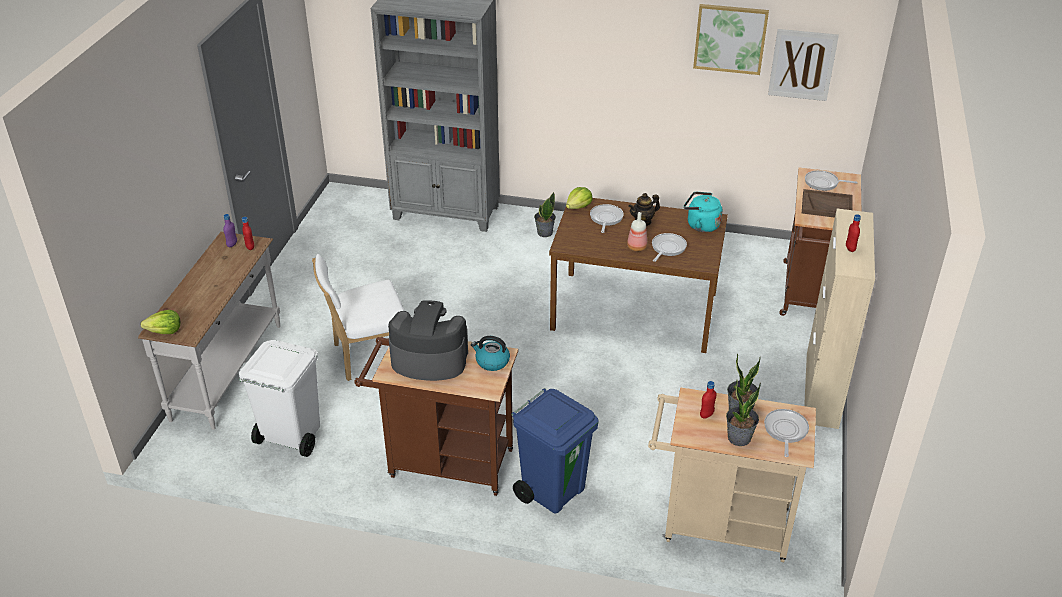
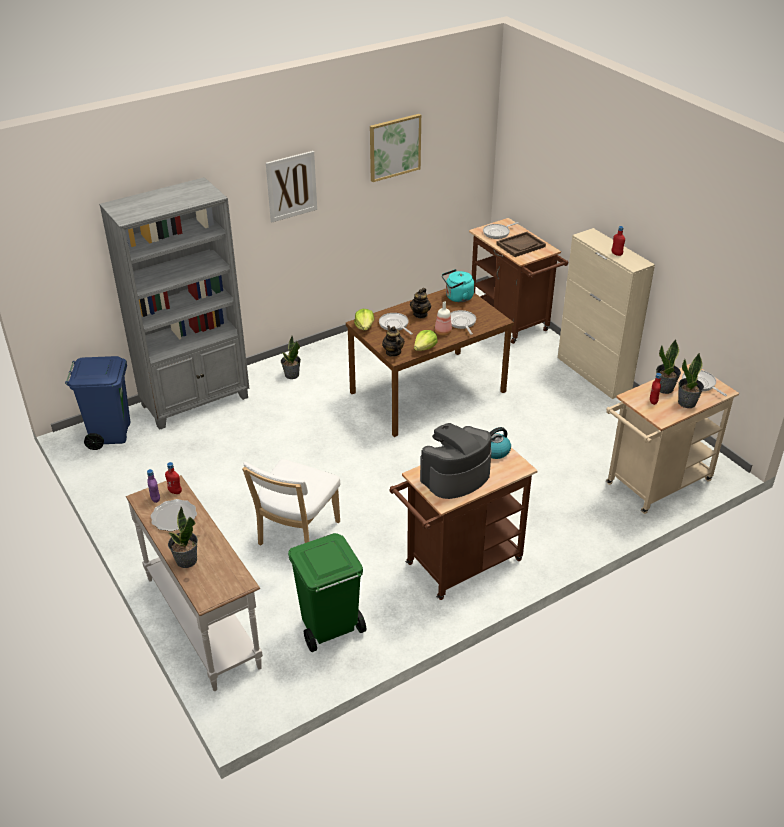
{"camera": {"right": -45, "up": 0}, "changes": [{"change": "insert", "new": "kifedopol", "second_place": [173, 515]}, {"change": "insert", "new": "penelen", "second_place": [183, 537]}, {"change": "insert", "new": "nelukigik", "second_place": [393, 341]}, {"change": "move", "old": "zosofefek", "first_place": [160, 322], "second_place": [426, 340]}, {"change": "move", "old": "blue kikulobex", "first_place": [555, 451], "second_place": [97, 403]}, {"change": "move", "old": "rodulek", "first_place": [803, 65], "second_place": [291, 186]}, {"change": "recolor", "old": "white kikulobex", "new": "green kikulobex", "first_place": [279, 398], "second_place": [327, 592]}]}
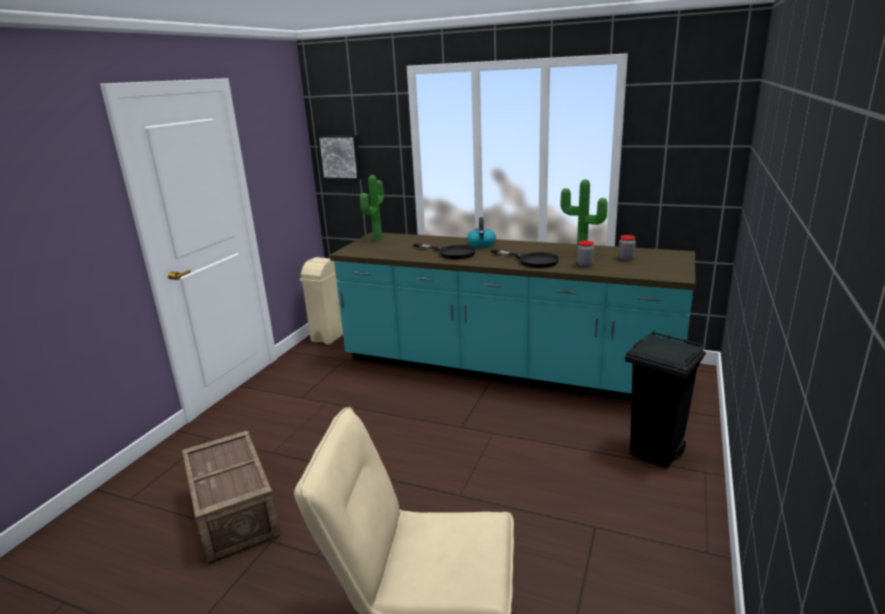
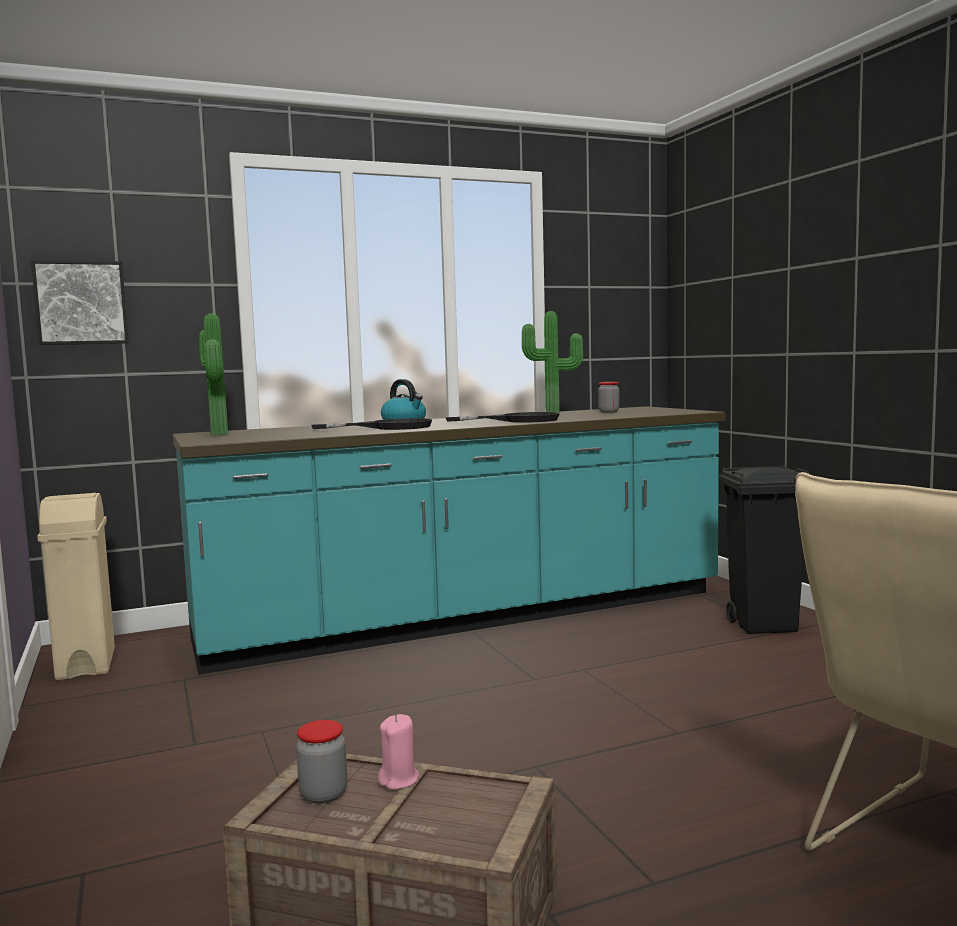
{"camera": {"right": -45, "up": -15}, "changes": [{"change": "insert", "new": "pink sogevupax", "second_place": [398, 751]}, {"change": "move", "old": "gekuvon", "first_place": [585, 254], "second_place": [321, 762]}]}
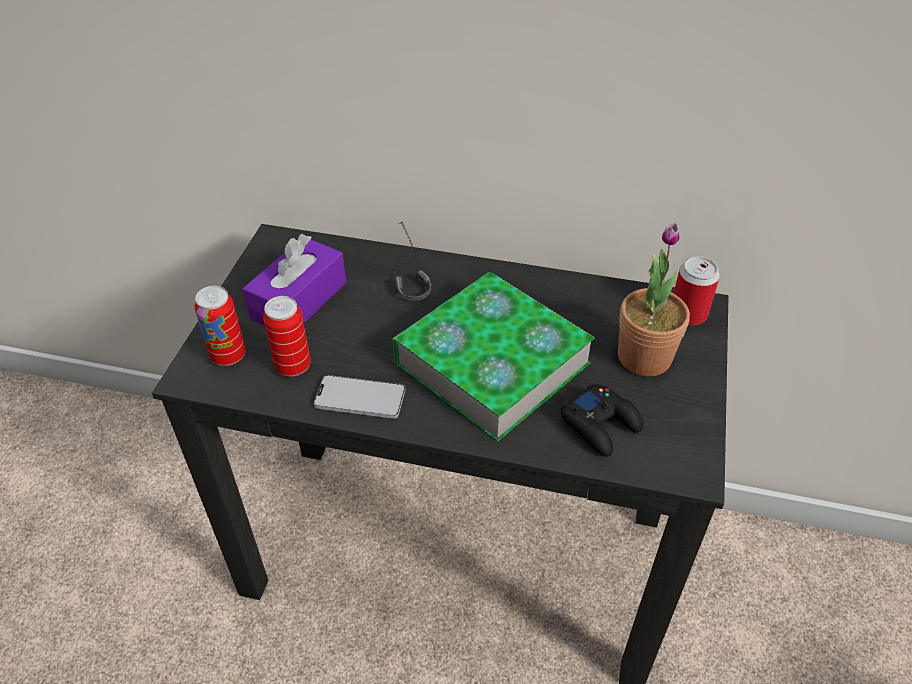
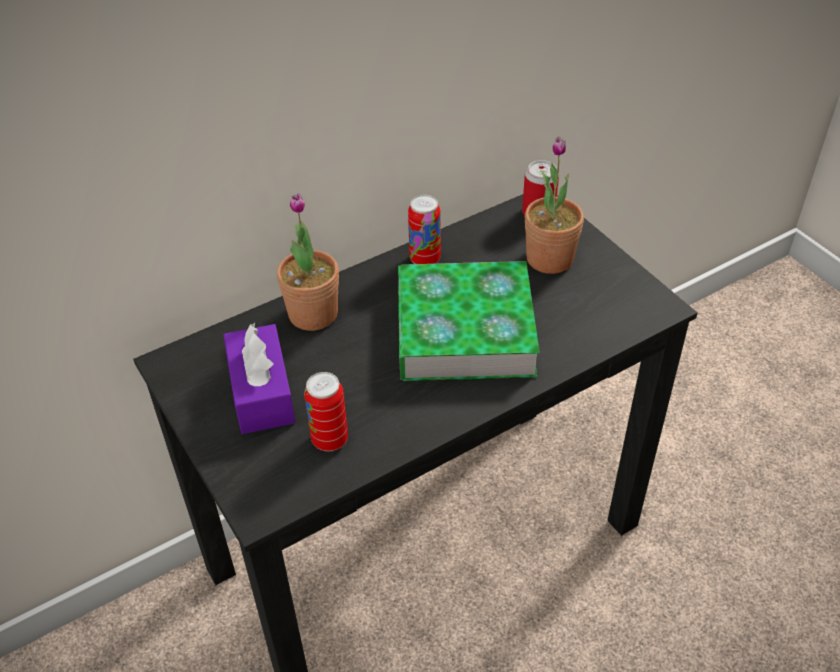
{"camera": {"right": -45, "up": 0}, "changes": [{"change": "delete", "old": "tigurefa", "first_place": [359, 397]}, {"change": "delete", "old": "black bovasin", "first_place": [602, 420]}, {"change": "move", "old": "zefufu", "first_place": [220, 326], "second_place": [424, 229]}, {"change": "replace", "old": "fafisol", "new": "penelen", "first_place": [412, 261], "second_place": [308, 262]}]}
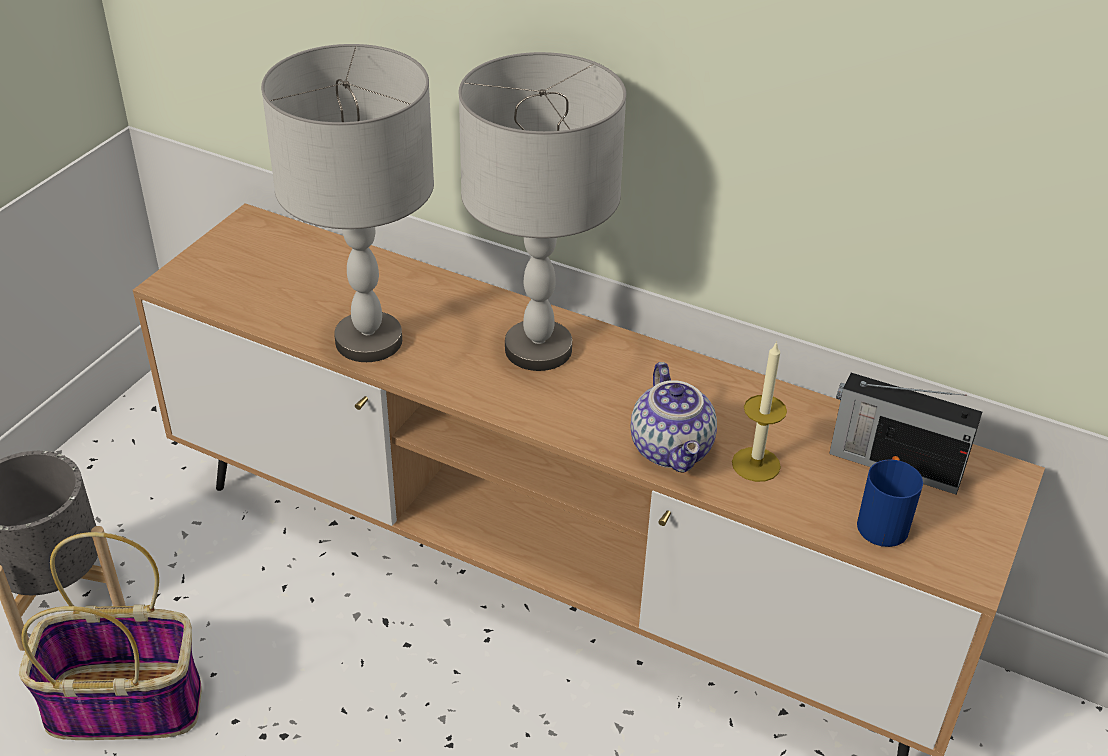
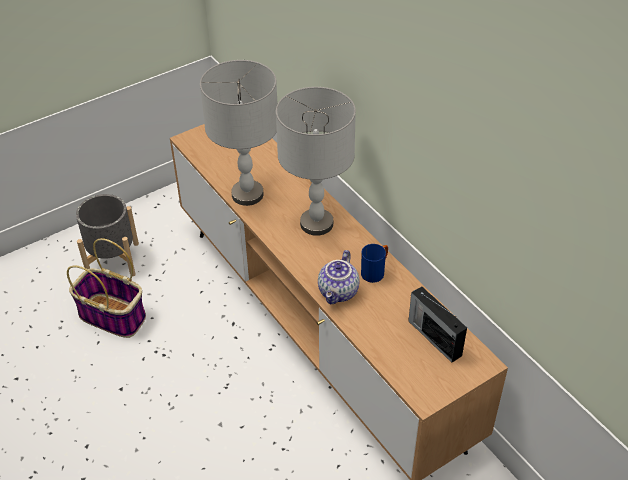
{"camera": {"right": 30, "up": 5}, "changes": [{"change": "delete", "old": "sogevupax", "first_place": [759, 411]}, {"change": "move", "old": "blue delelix", "first_place": [890, 501], "second_place": [374, 263]}]}
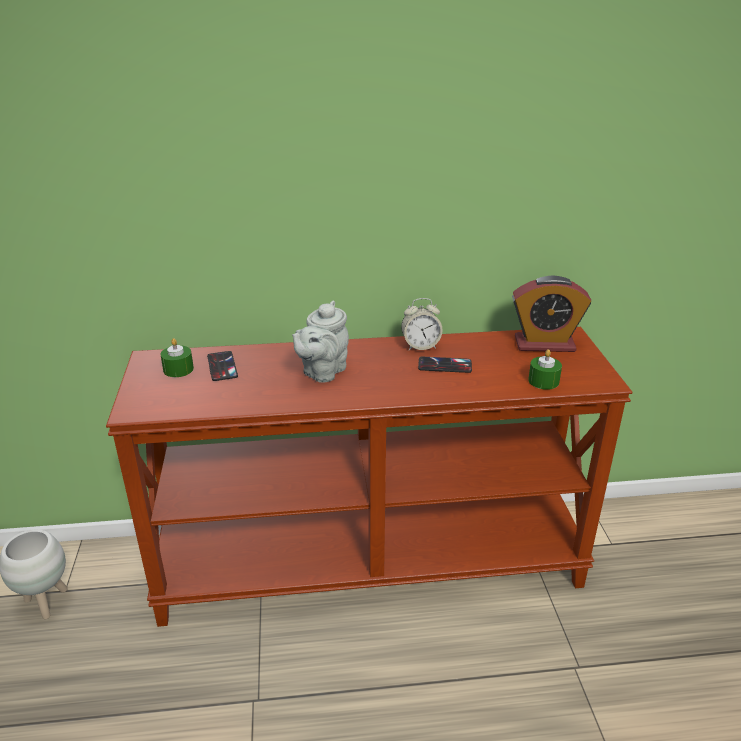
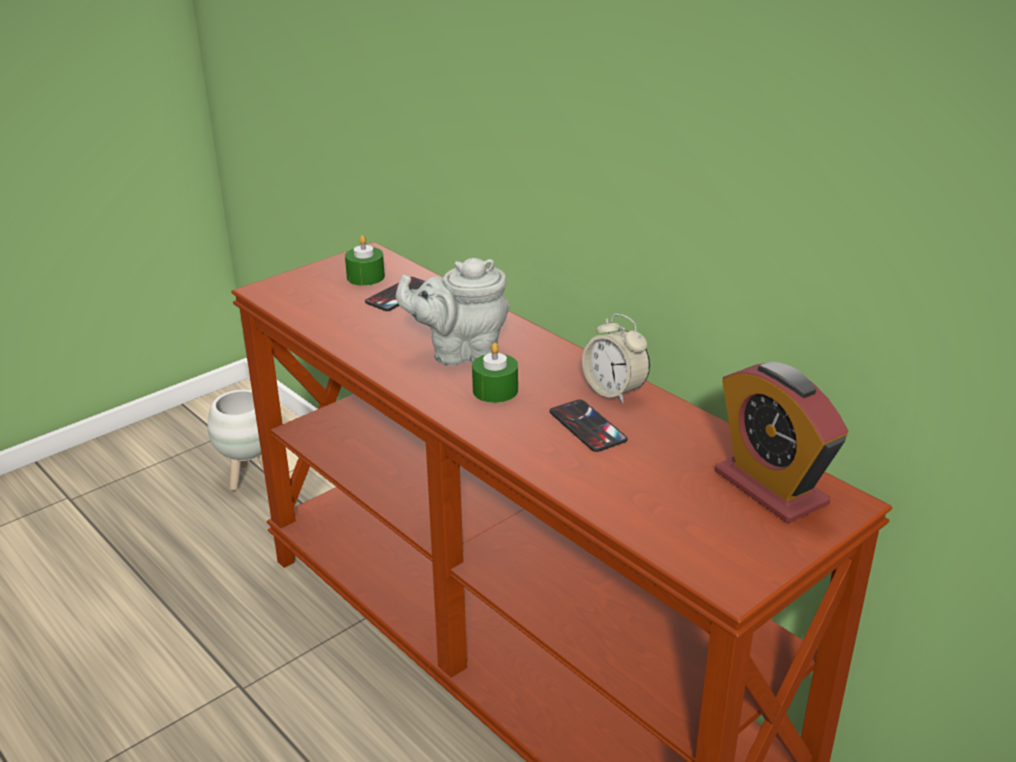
{"camera": {"right": 55, "up": 0}, "changes": [{"change": "move", "old": "green sogevupax", "first_place": [545, 369], "second_place": [495, 373]}]}
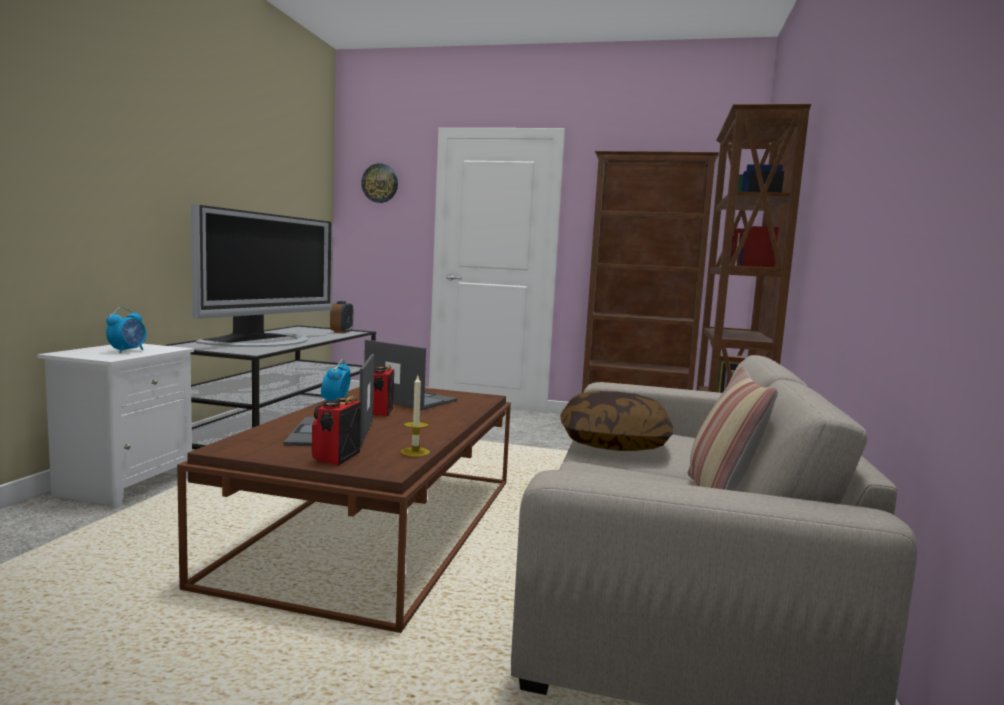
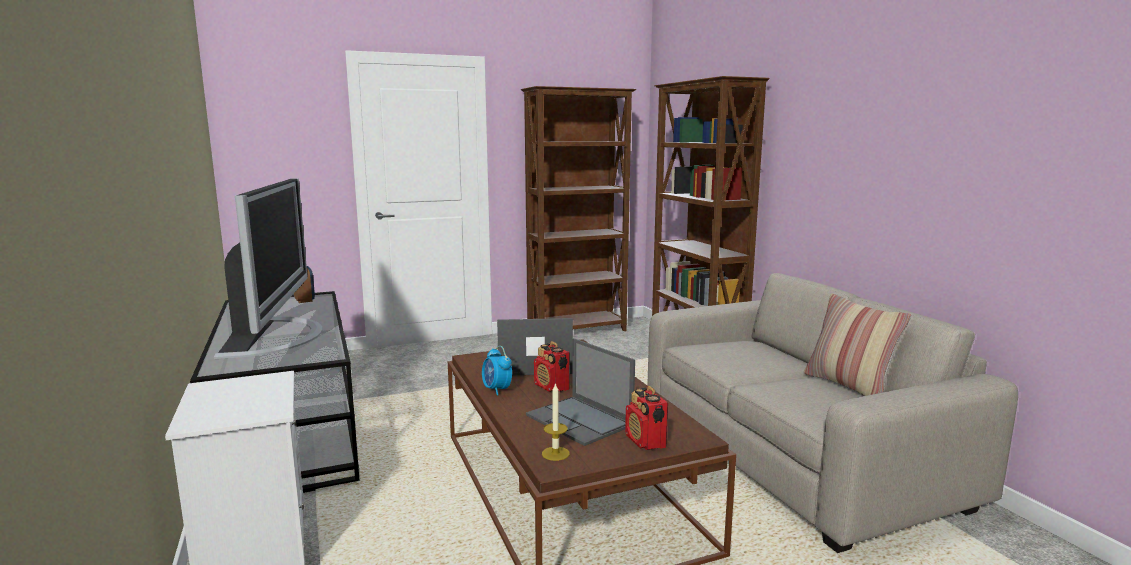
{"camera": {"right": -35, "up": 5}, "changes": [{"change": "delete", "old": "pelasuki", "first_place": [126, 330]}, {"change": "delete", "old": "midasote", "first_place": [379, 183]}, {"change": "delete", "old": "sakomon", "first_place": [617, 421]}, {"change": "move", "old": "sogevupax", "first_place": [415, 416], "second_place": [556, 421]}]}
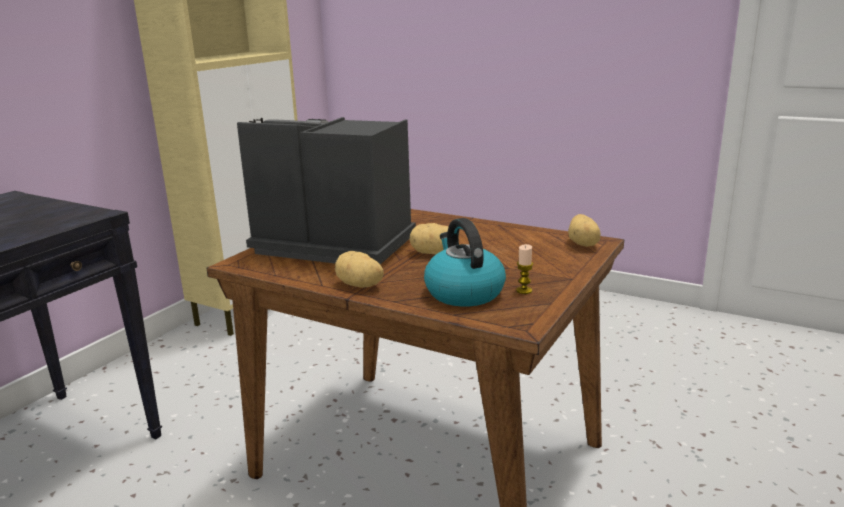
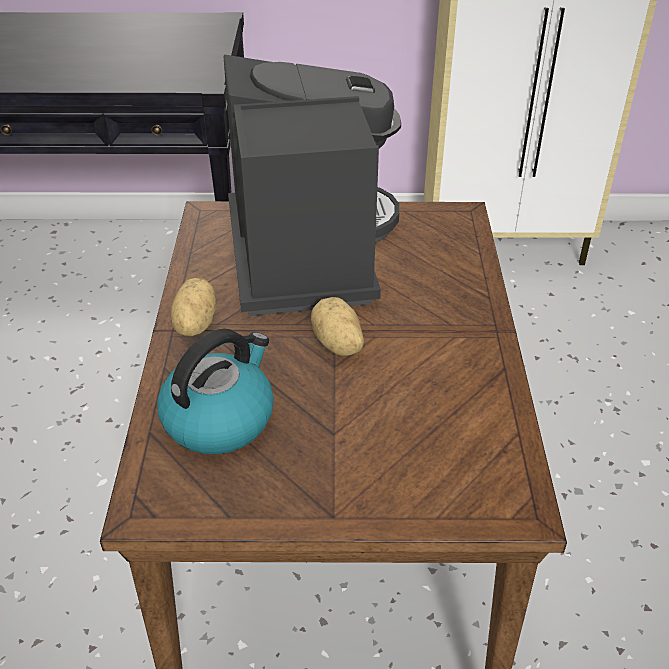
{"camera": {"right": 60, "up": 20}, "changes": [{"change": "delete", "old": "sogevupax", "first_place": [524, 269]}, {"change": "delete", "old": "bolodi", "first_place": [584, 230]}]}
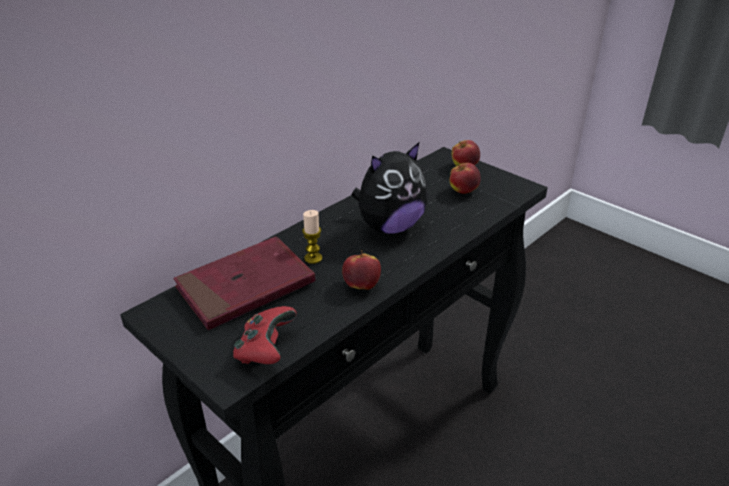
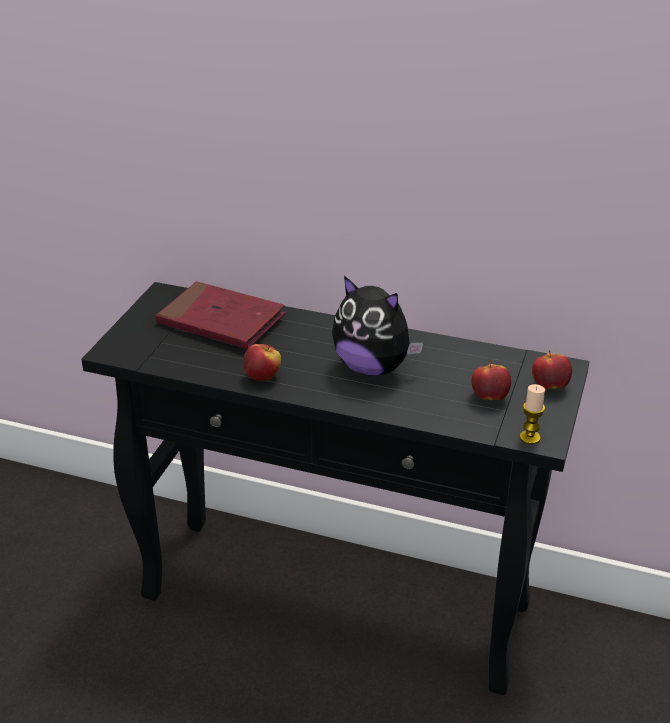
{"camera": {"right": 65, "up": 0}, "changes": [{"change": "delete", "old": "red bovasin", "first_place": [265, 335]}, {"change": "move", "old": "sogevupax", "first_place": [312, 237], "second_place": [532, 414]}]}
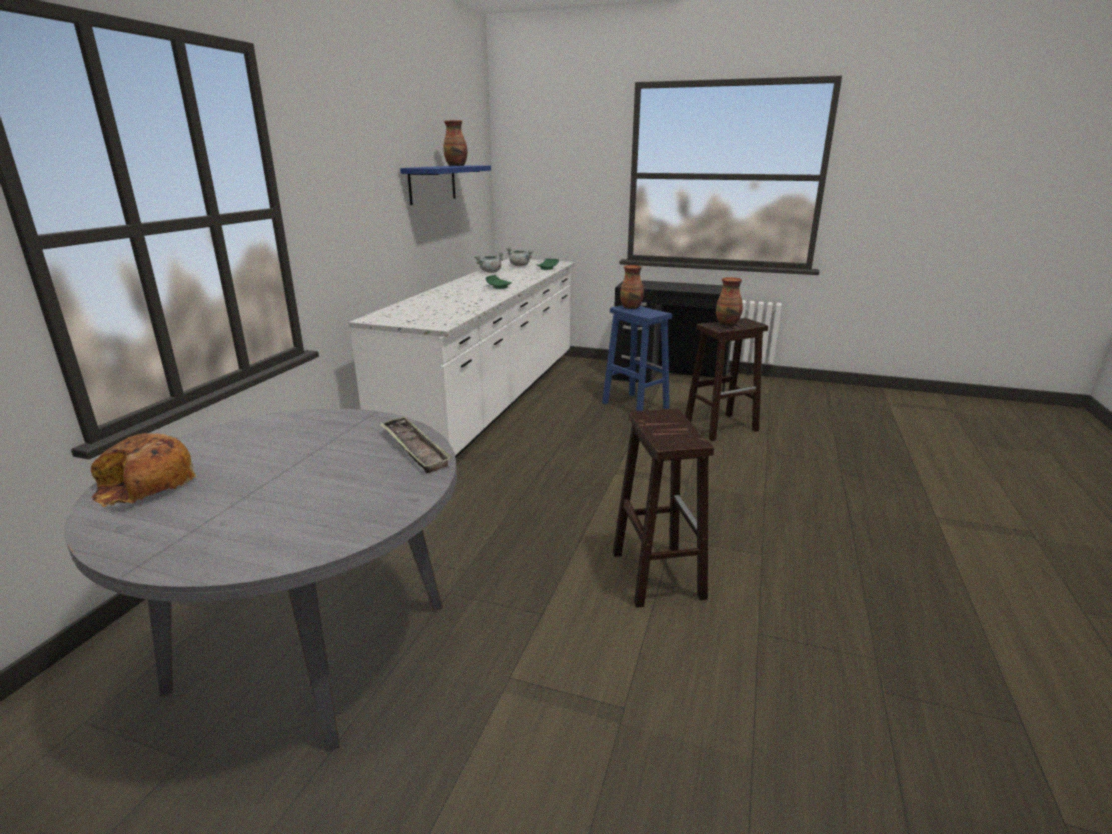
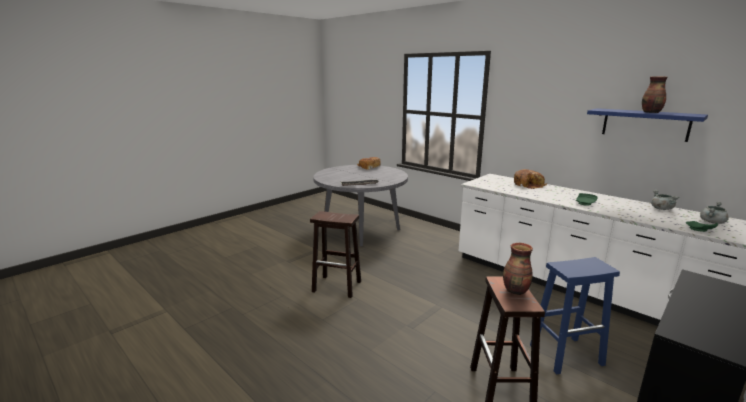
{"camera": {"right": 115, "up": -5}, "changes": [{"change": "delete", "old": "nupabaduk", "first_place": [632, 287]}, {"change": "insert", "new": "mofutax", "second_place": [530, 179]}]}
